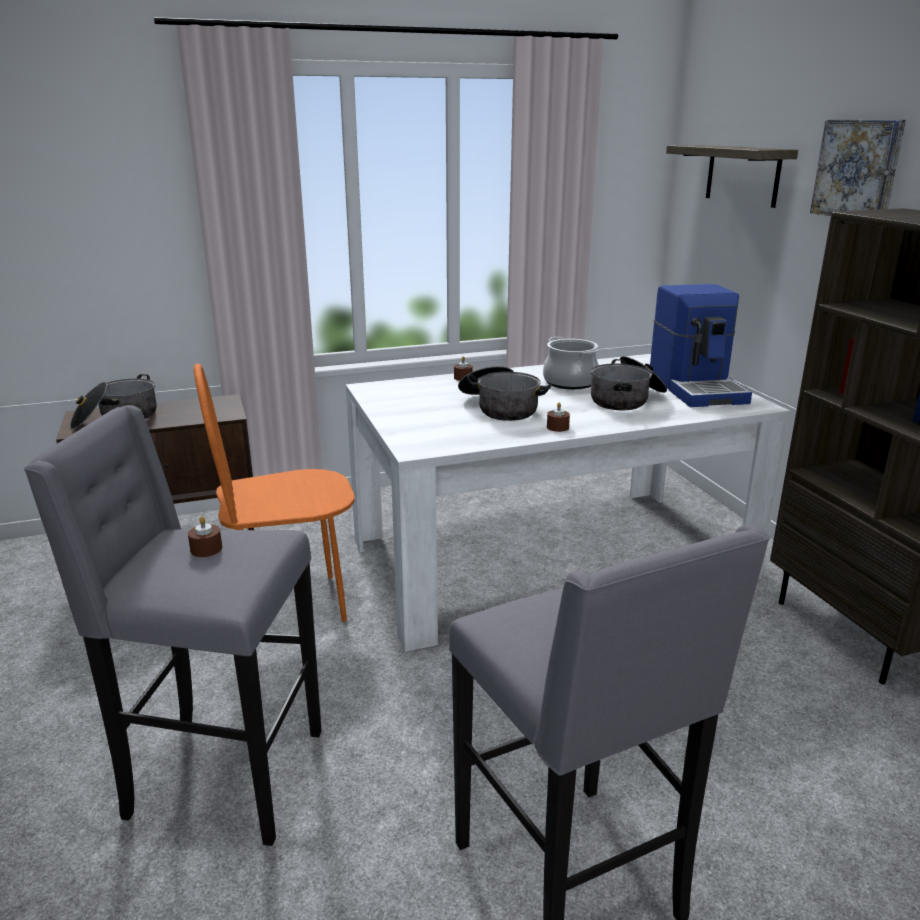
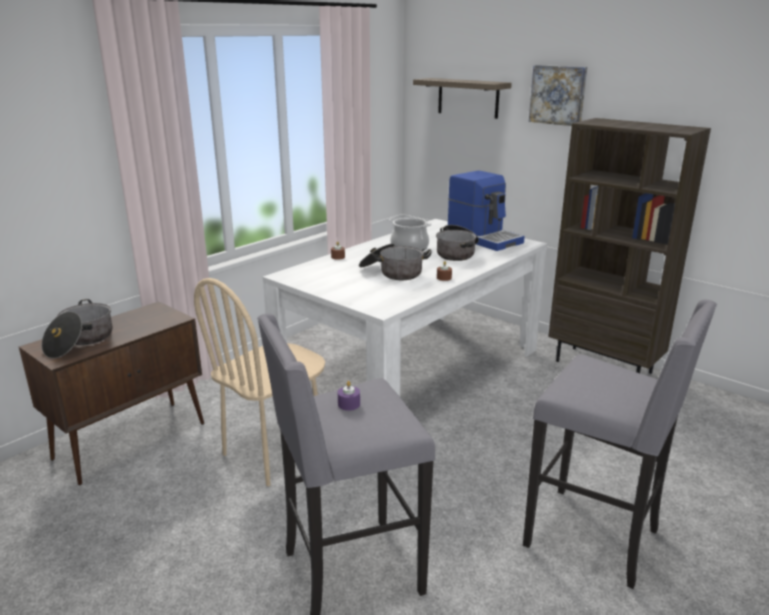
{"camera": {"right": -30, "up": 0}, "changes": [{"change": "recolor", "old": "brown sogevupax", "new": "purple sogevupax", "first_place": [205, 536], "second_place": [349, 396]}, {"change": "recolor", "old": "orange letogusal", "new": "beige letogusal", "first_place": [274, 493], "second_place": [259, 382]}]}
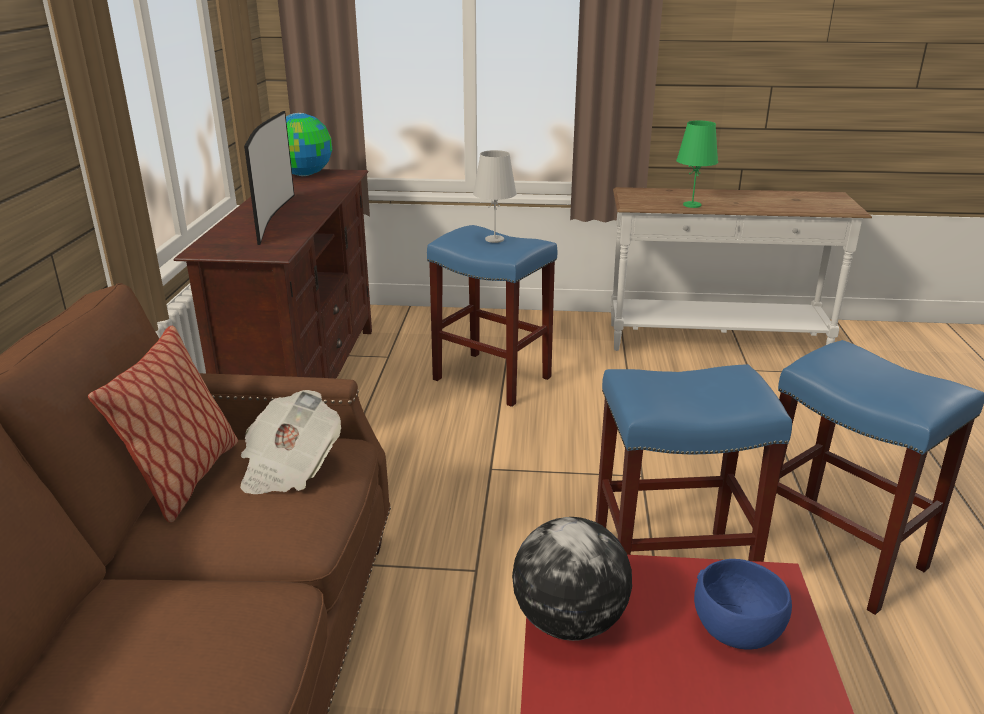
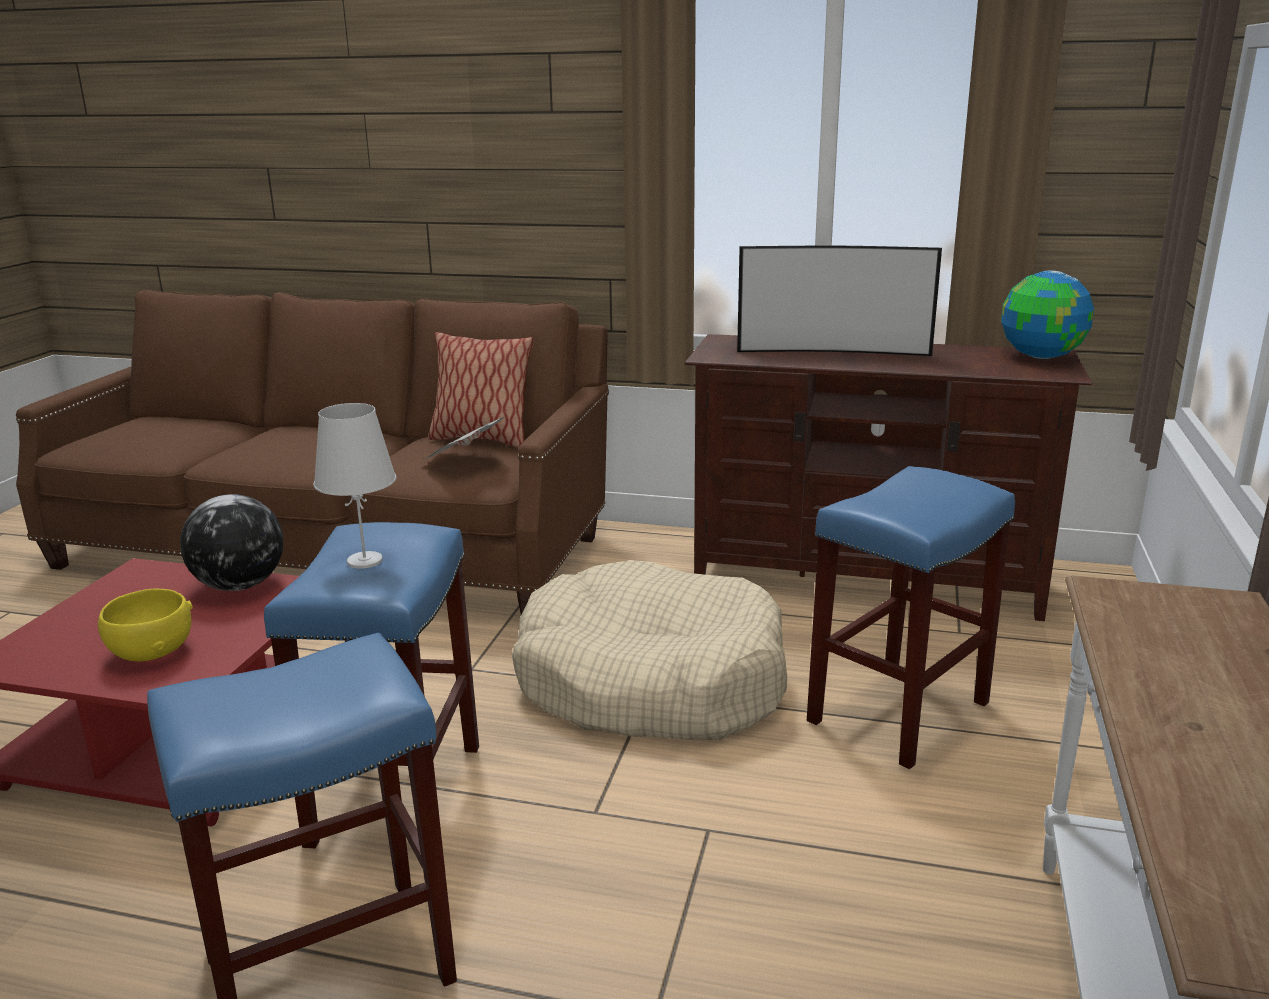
{"camera": {"right": 100, "up": -5}, "changes": [{"change": "delete", "old": "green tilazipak", "first_place": [697, 164]}, {"change": "insert", "new": "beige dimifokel", "second_place": [649, 650]}, {"change": "move", "old": "white tilazipak", "first_place": [495, 196], "second_place": [354, 486]}, {"change": "recolor", "old": "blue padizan", "new": "yellow padizan", "first_place": [743, 604], "second_place": [145, 625]}]}
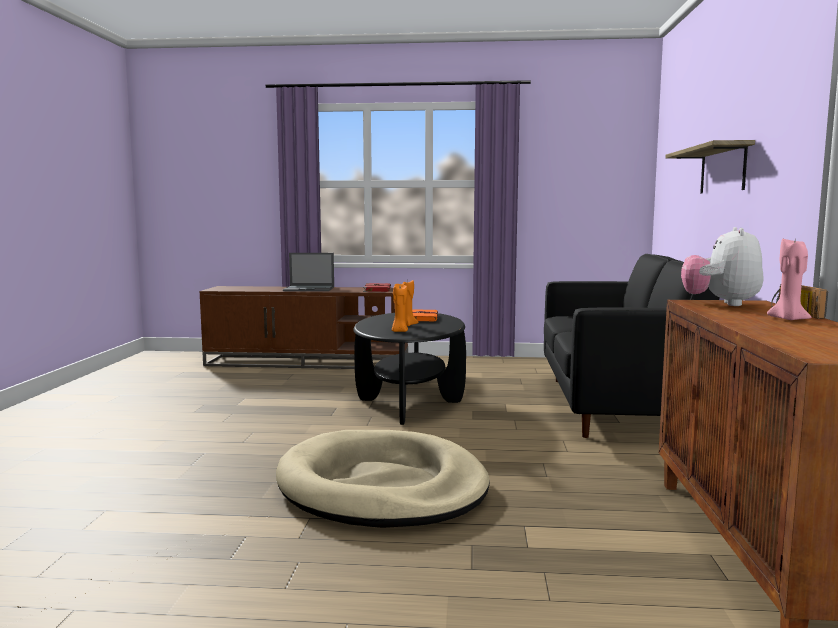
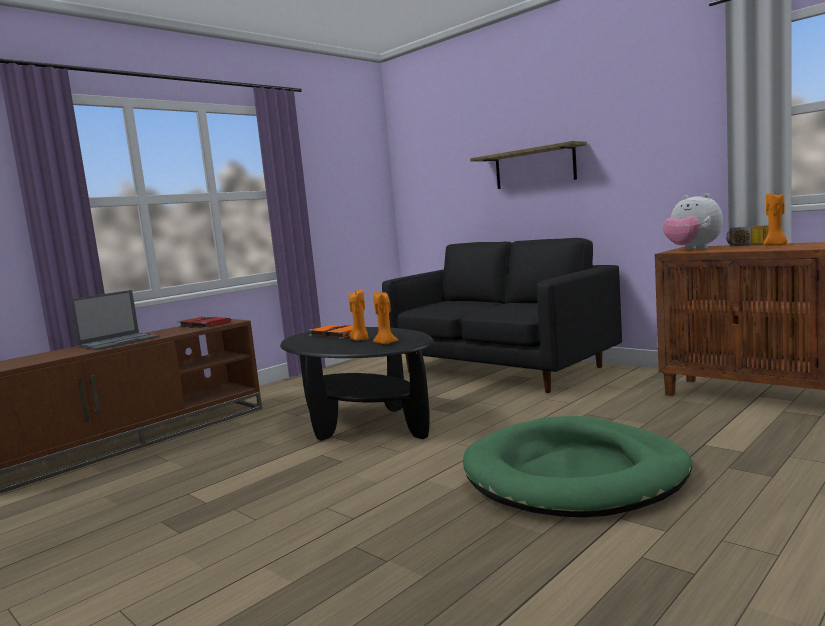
{"camera": {"right": -50, "up": 0}, "changes": [{"change": "recolor", "old": "beige dimifokel", "new": "green dimifokel", "first_place": [383, 479], "second_place": [577, 467]}, {"change": "recolor", "old": "pink sogevupax", "new": "orange sogevupax", "first_place": [789, 278], "second_place": [775, 219]}]}
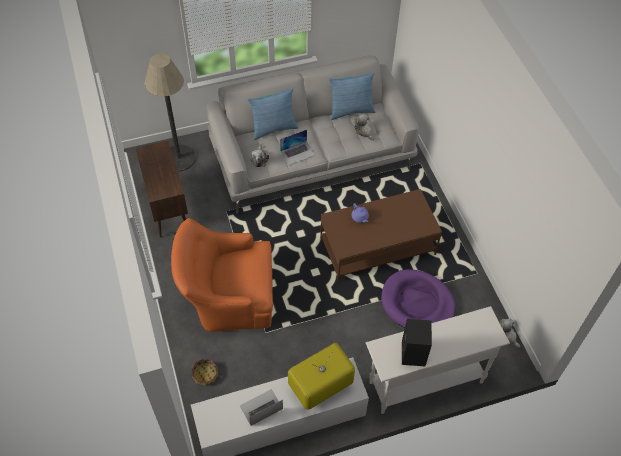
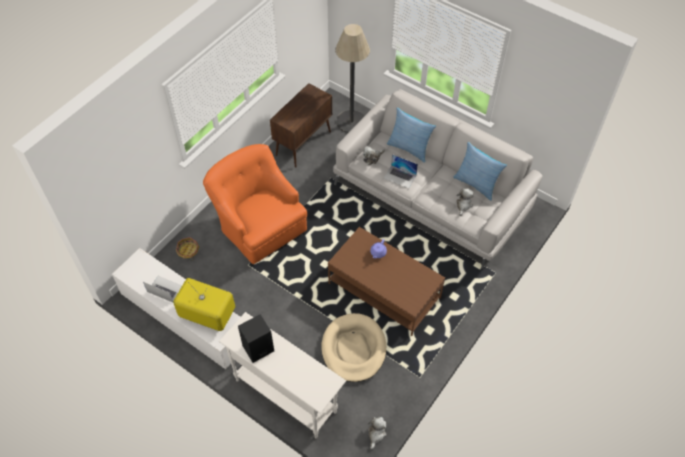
{"camera": {"right": 55, "up": 0}, "changes": [{"change": "recolor", "old": "purple dimifokel", "new": "beige dimifokel", "first_place": [418, 298], "second_place": [354, 347]}]}
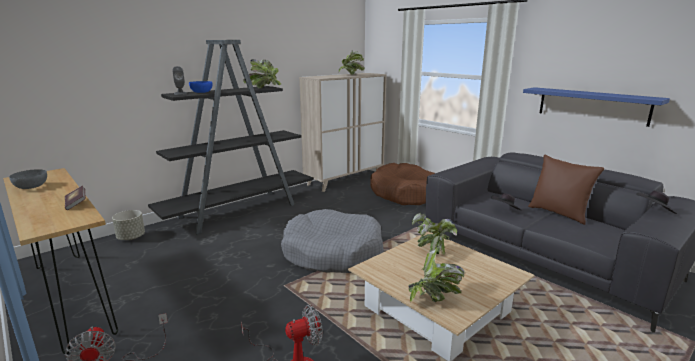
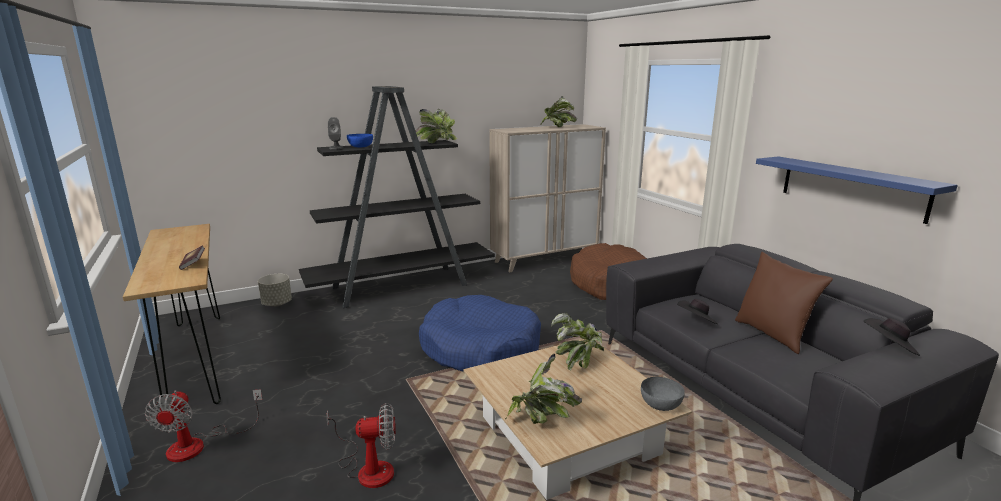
{"camera": {"right": 15, "up": 0}, "changes": [{"change": "move", "old": "grey padizan", "first_place": [28, 179], "second_place": [663, 394]}, {"change": "recolor", "old": "grey dimifokel", "new": "blue dimifokel", "first_place": [332, 241], "second_place": [480, 333]}]}
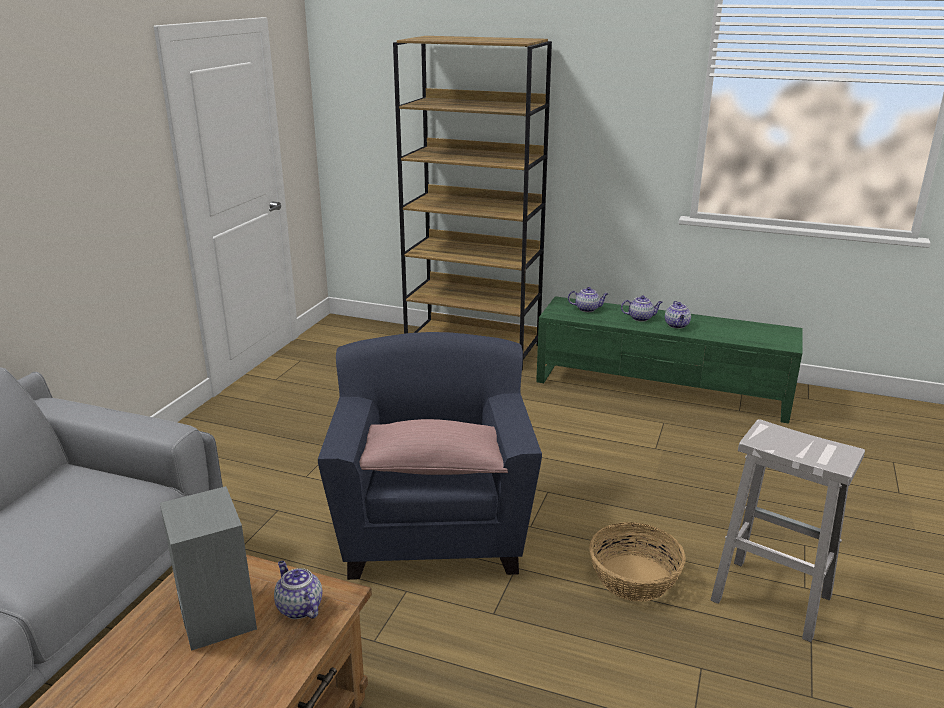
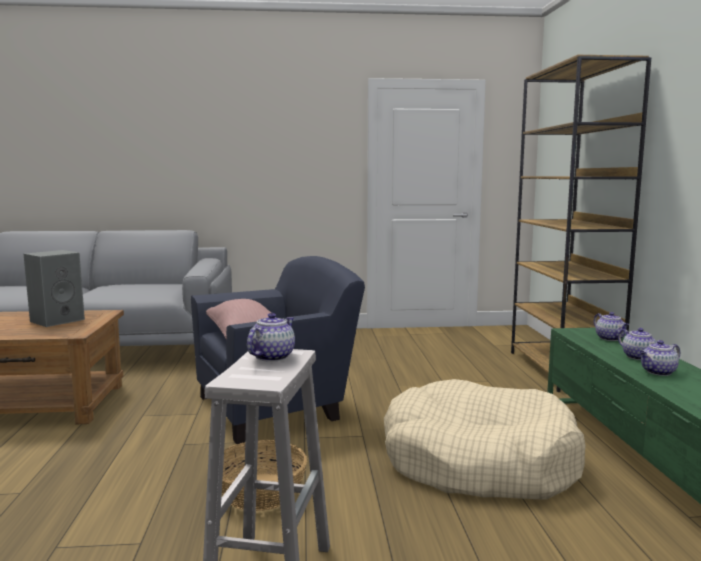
{"camera": {"right": 65, "up": -15}, "changes": [{"change": "insert", "new": "beige dimifokel", "second_place": [485, 439]}, {"change": "move", "old": "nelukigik", "first_place": [298, 590], "second_place": [271, 337]}]}
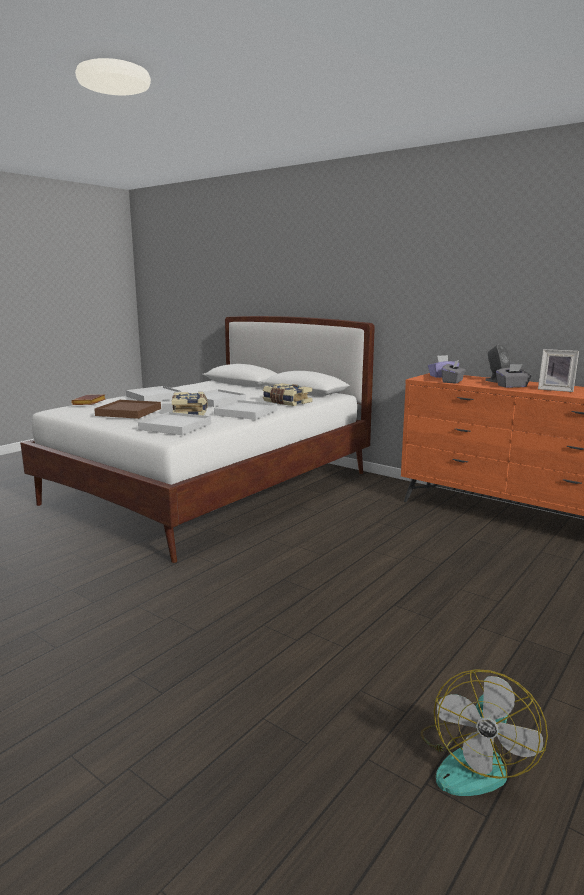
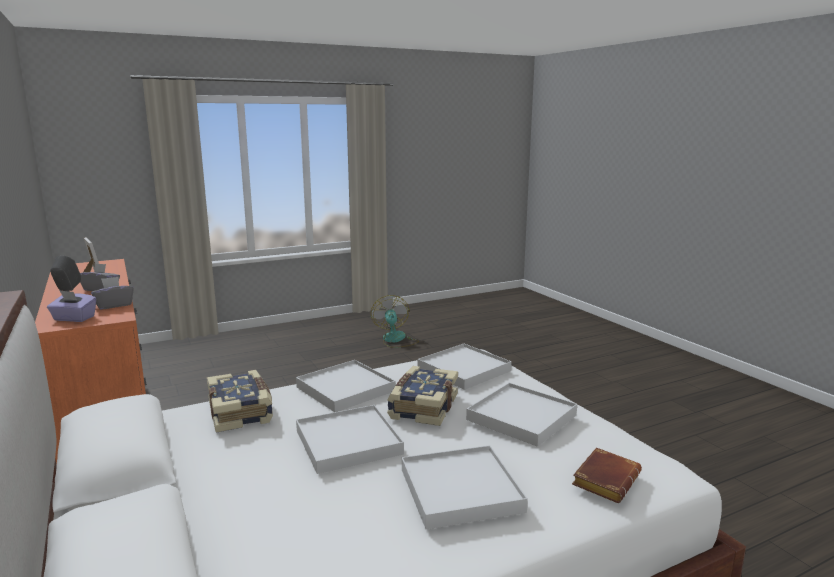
{"camera": {"right": -155, "up": 0}, "changes": [{"change": "recolor", "old": "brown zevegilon", "new": "white zevegilon", "first_place": [127, 409], "second_place": [521, 415]}, {"change": "rotate", "old": "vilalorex", "first_place": [484, 732], "second_place": [395, 321], "degrees": -60}]}
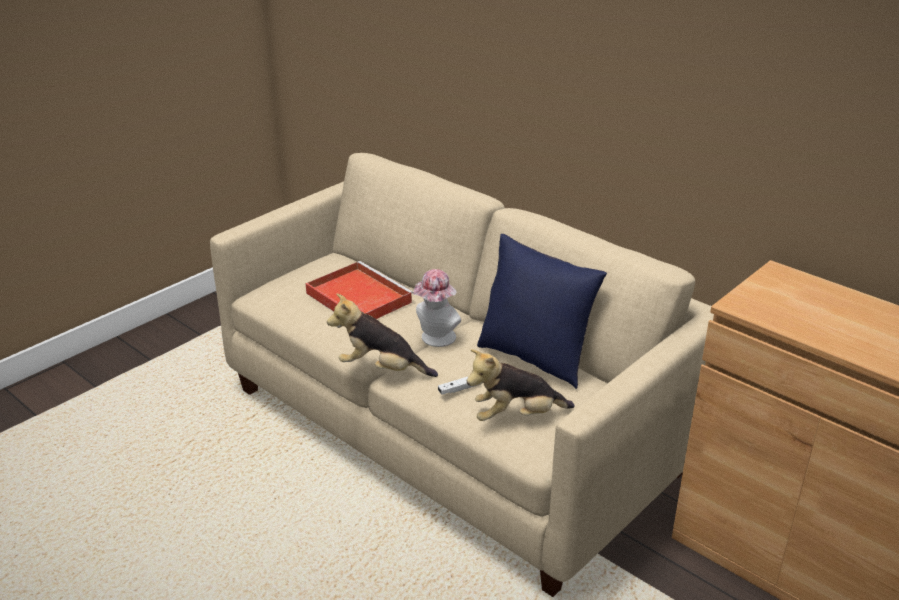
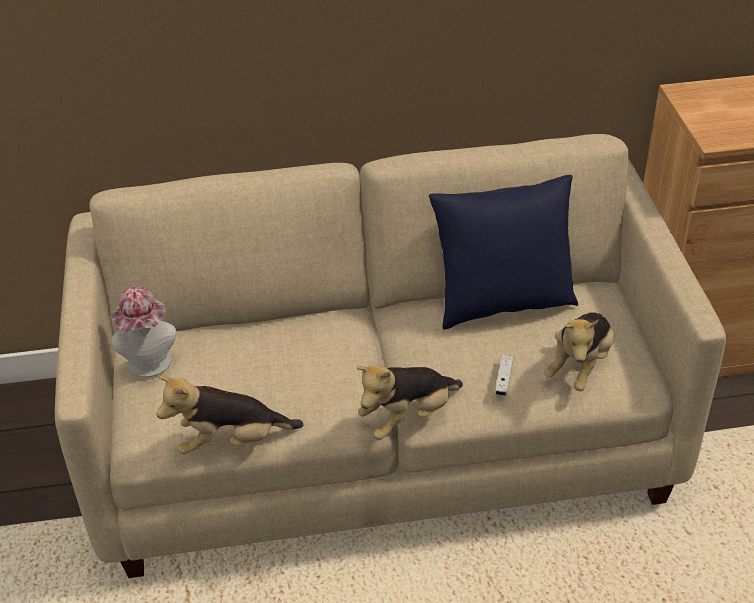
{"camera": {"right": -50, "up": 10}, "changes": [{"change": "delete", "old": "red zevegilon", "first_place": [359, 290]}, {"change": "insert", "new": "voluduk", "second_place": [230, 414]}, {"change": "move", "old": "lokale", "first_place": [437, 308], "second_place": [143, 331]}]}
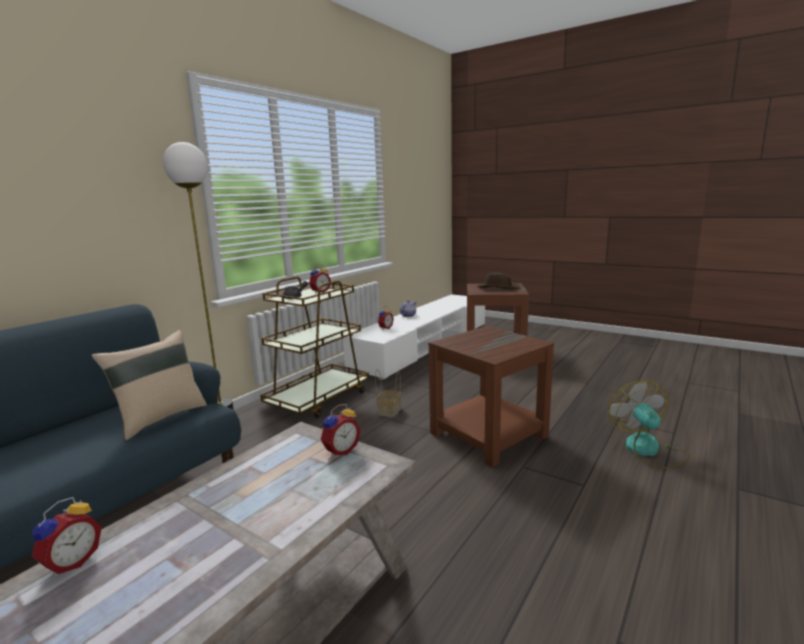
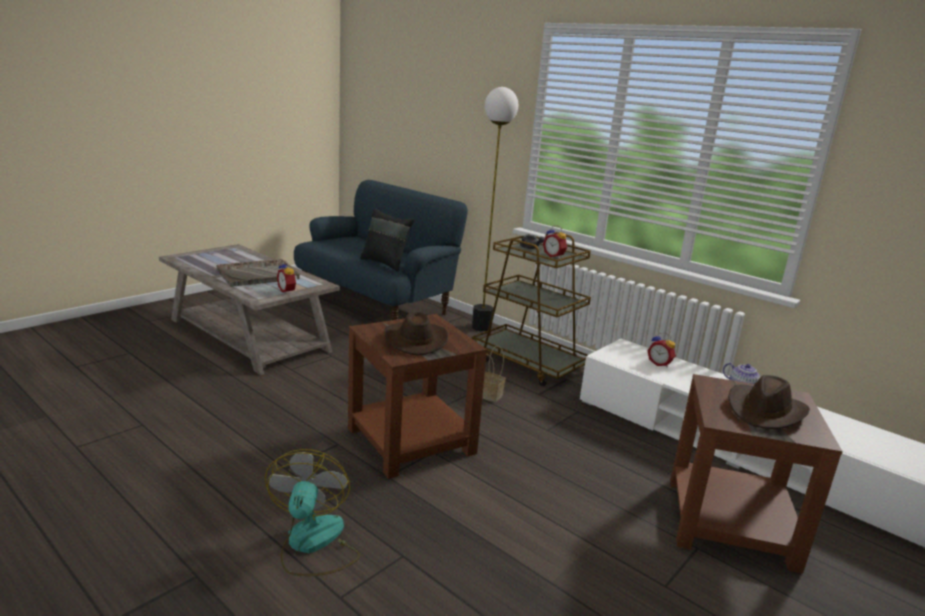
{"camera": {"right": 95, "up": 5}, "changes": [{"change": "delete", "old": "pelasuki", "first_place": [67, 537]}, {"change": "insert", "new": "grey zevegilon", "second_place": [258, 273]}, {"change": "insert", "new": "brown lokale", "second_place": [416, 333]}, {"change": "recolor", "old": "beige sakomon", "new": "black sakomon", "first_place": [149, 385], "second_place": [387, 240]}, {"change": "rotate", "old": "vilalorex", "first_place": [649, 425], "second_place": [312, 512], "degrees": -90}]}
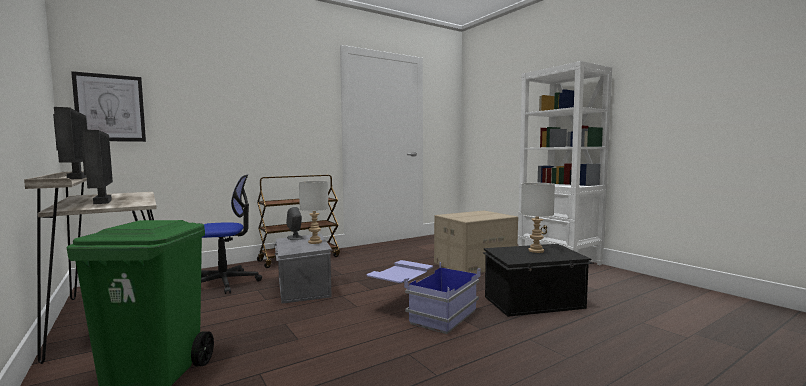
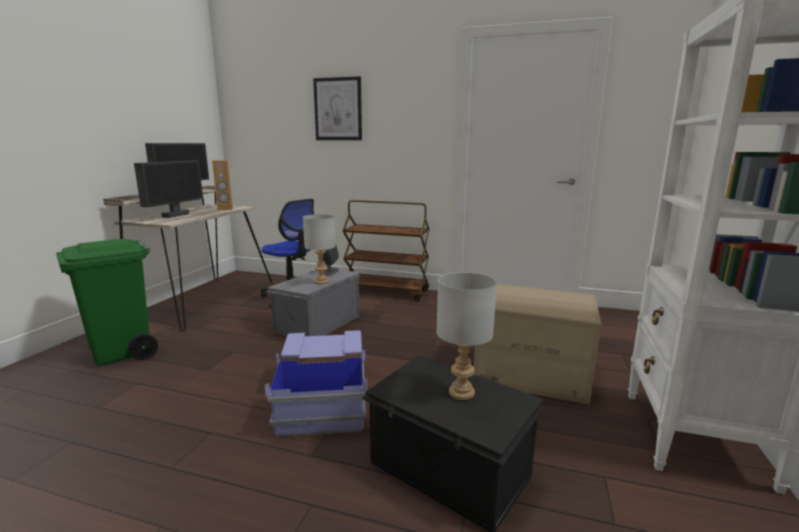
{"camera": {"right": 50, "up": 10}, "changes": [{"change": "insert", "new": "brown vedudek", "second_place": [222, 185]}, {"change": "move", "old": "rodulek", "first_place": [108, 106], "second_place": [337, 108]}]}
